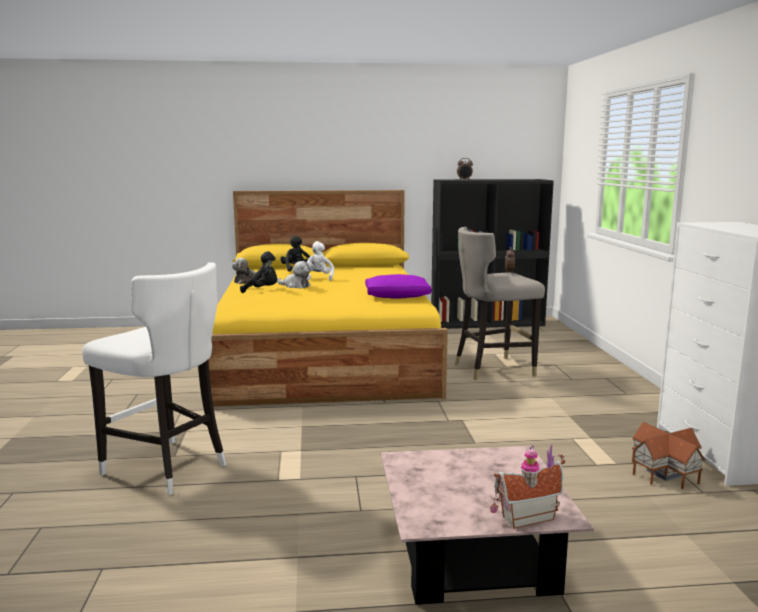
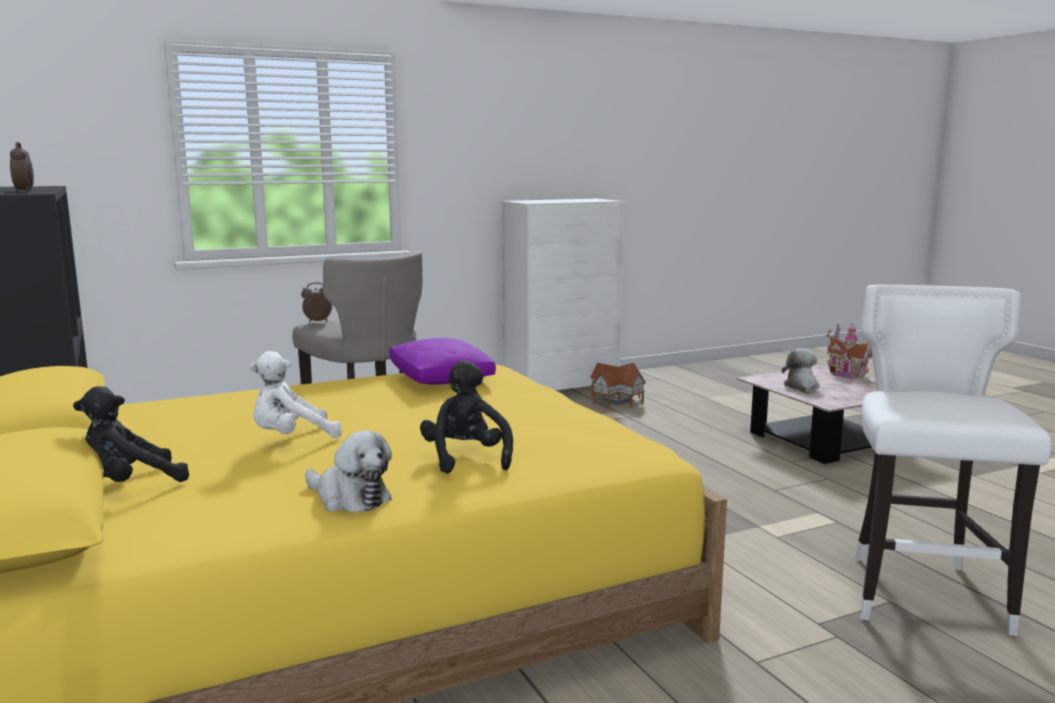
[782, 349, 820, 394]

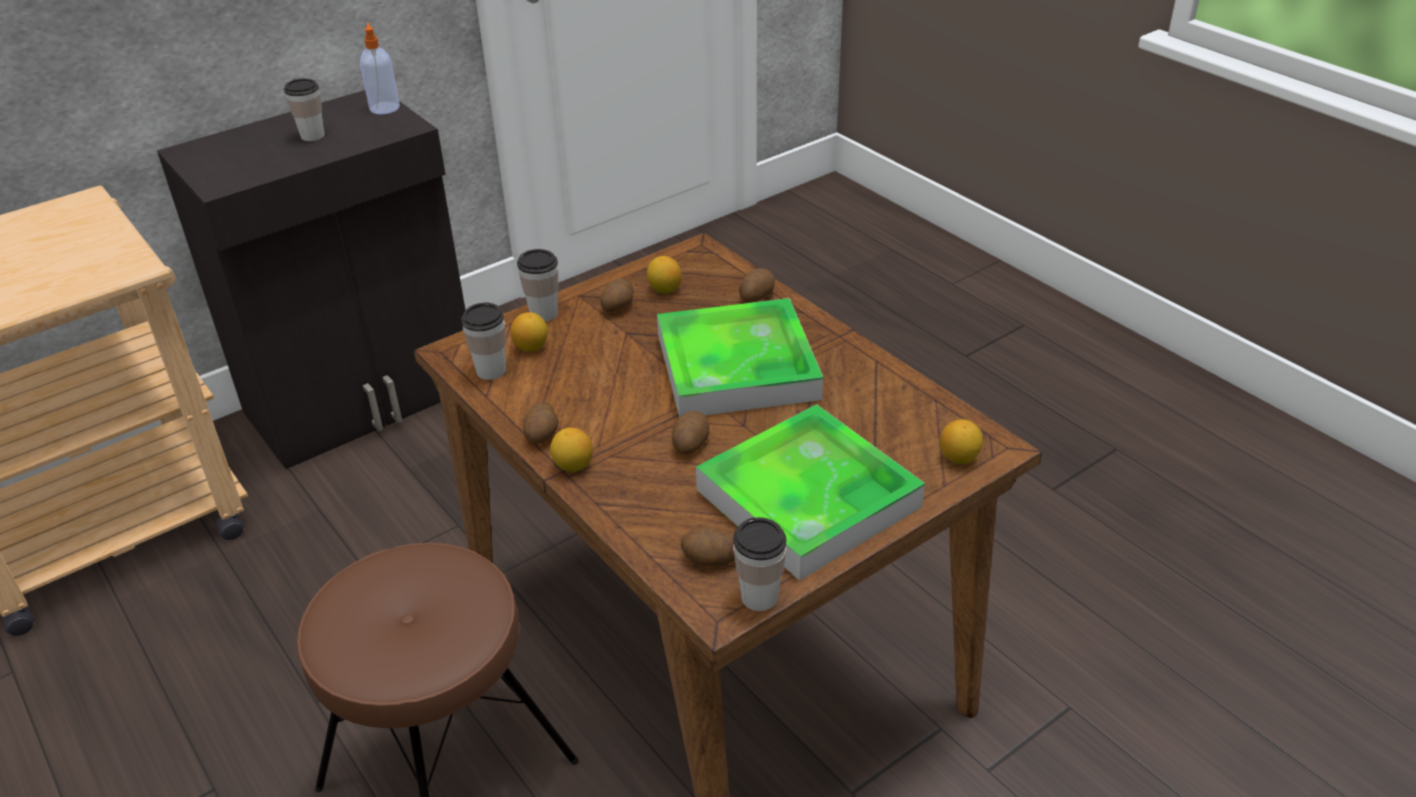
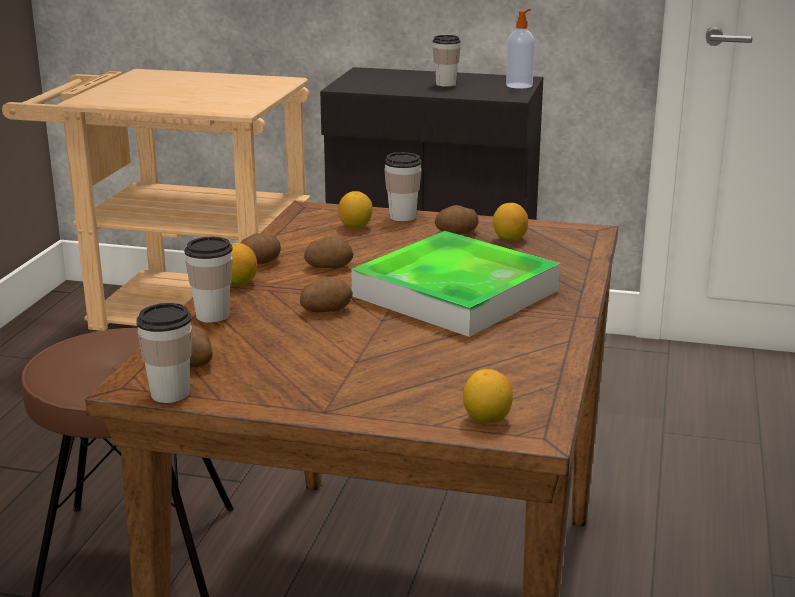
[696, 404, 925, 581] (first image)
[184, 237, 233, 323]
[304, 237, 353, 269]

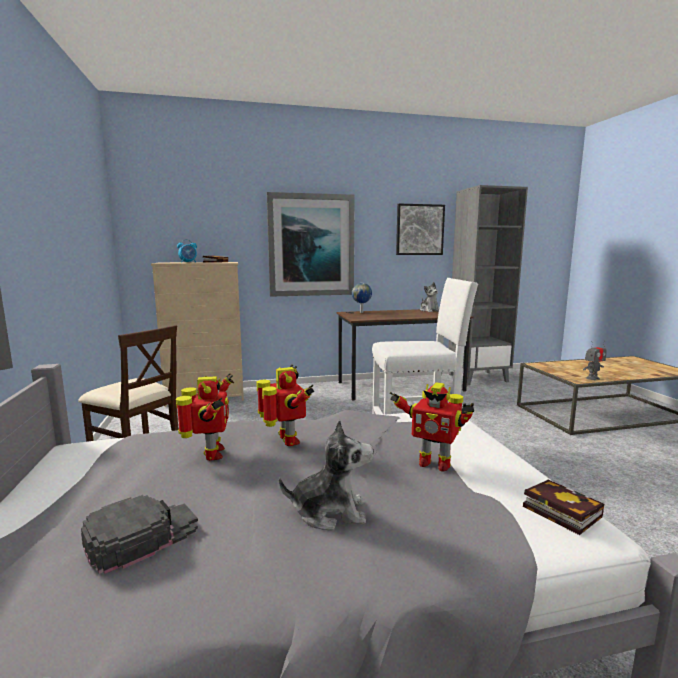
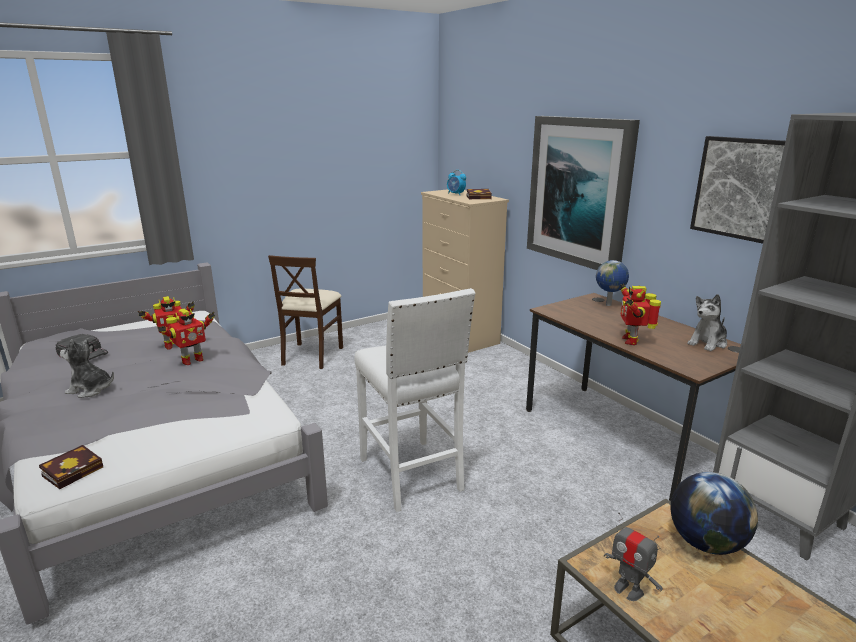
[670, 472, 758, 555]
[619, 284, 661, 345]
[60, 338, 114, 398]

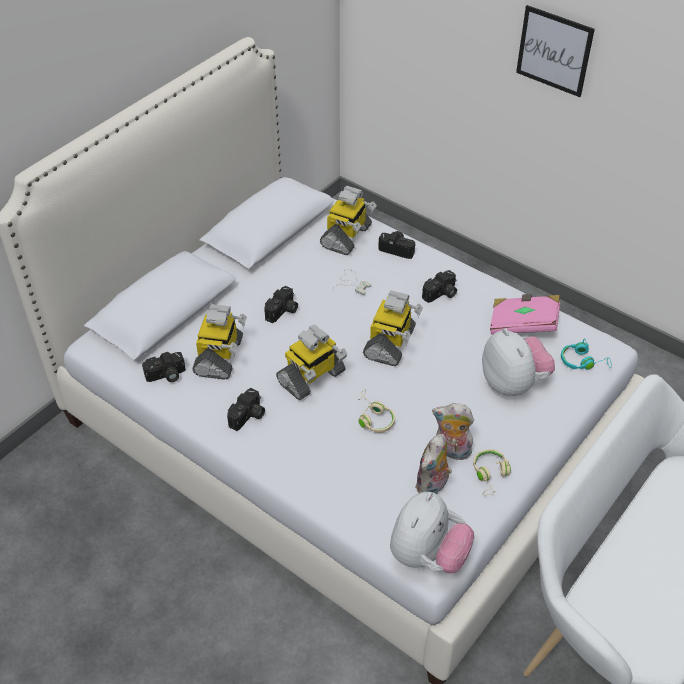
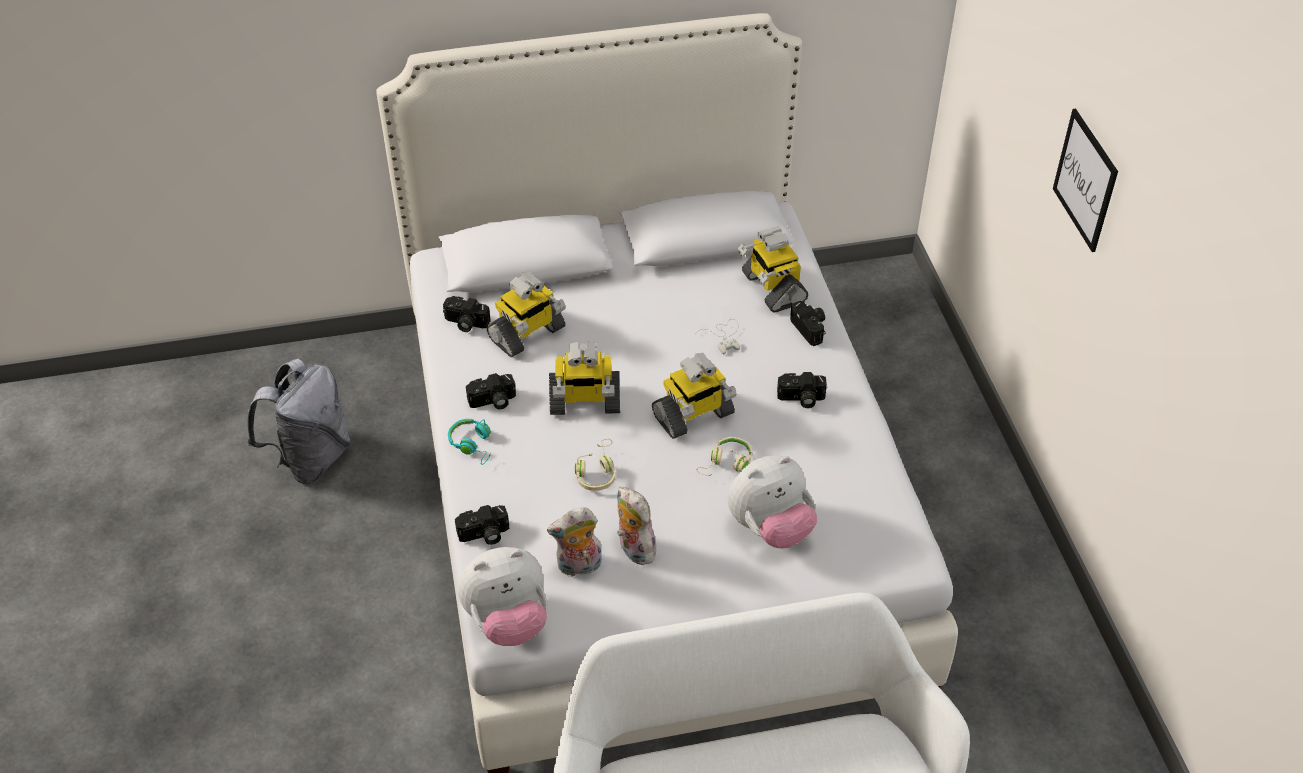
[490, 294, 560, 334] (first image)
[247, 359, 351, 484]
[455, 505, 509, 545]
[697, 437, 753, 476]
[448, 419, 491, 465]
[738, 226, 808, 313]
[728, 455, 817, 548]

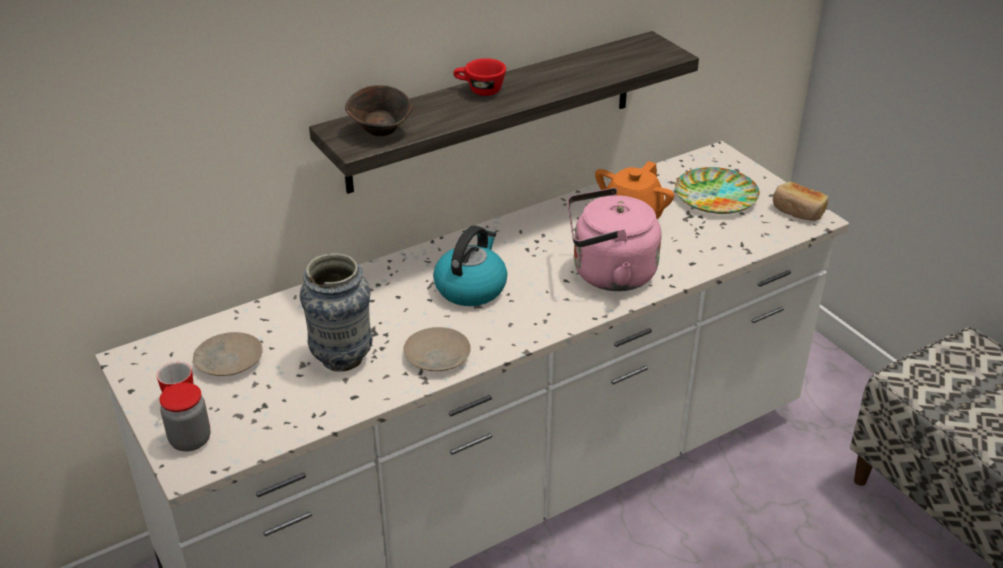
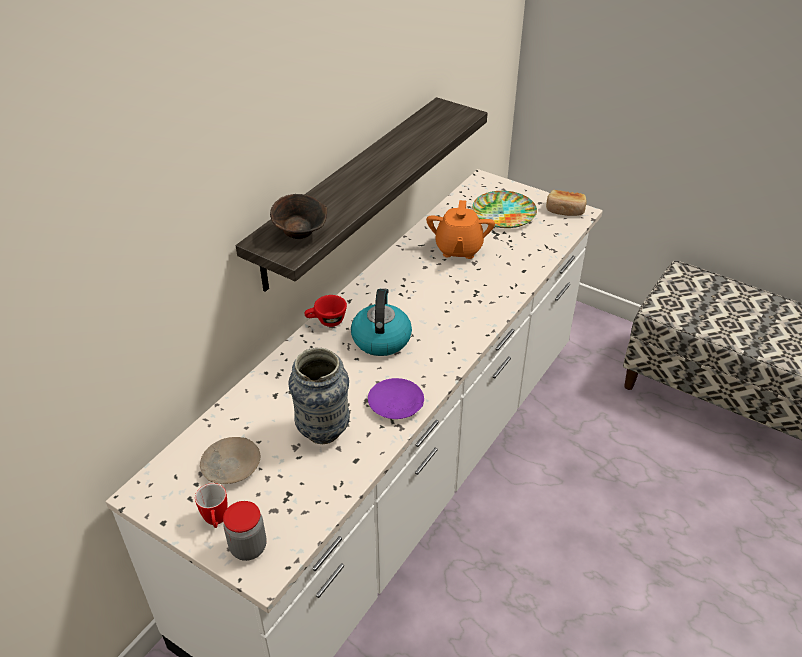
[568, 188, 661, 291] (first image)
[305, 295, 347, 327]
[368, 378, 424, 419]

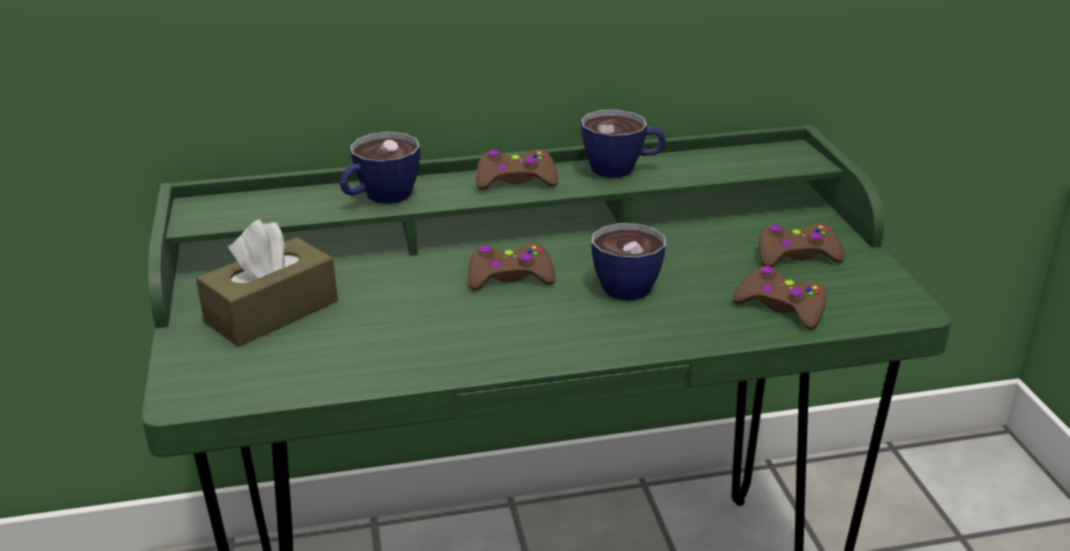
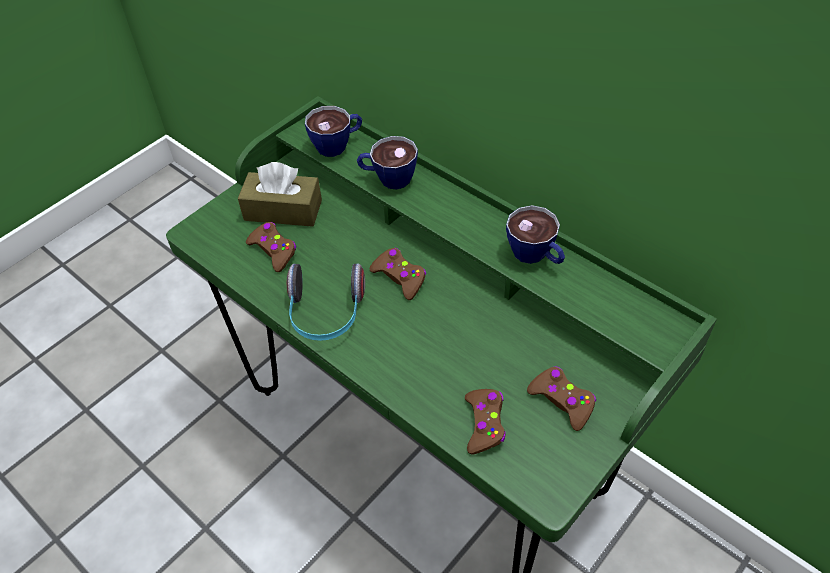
[287, 264, 365, 341]
[246, 222, 296, 272]
[305, 106, 362, 157]

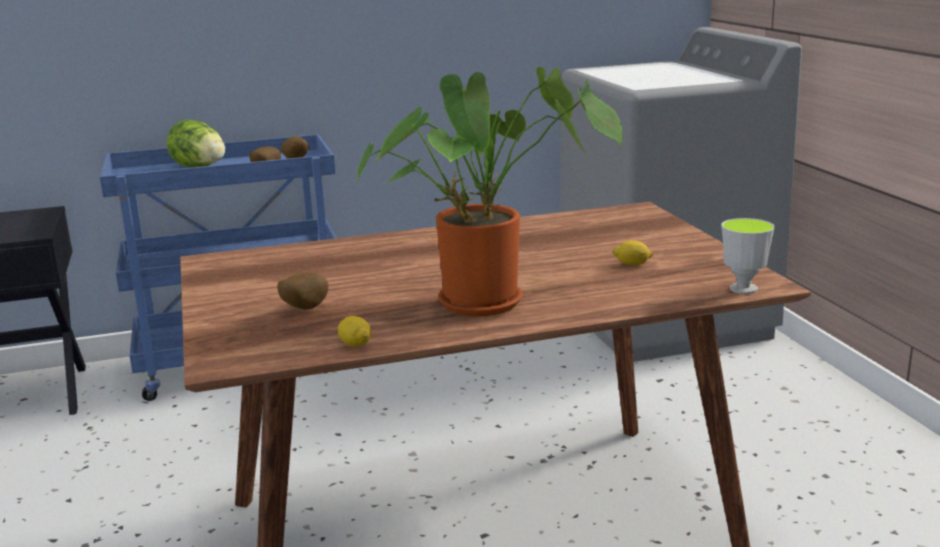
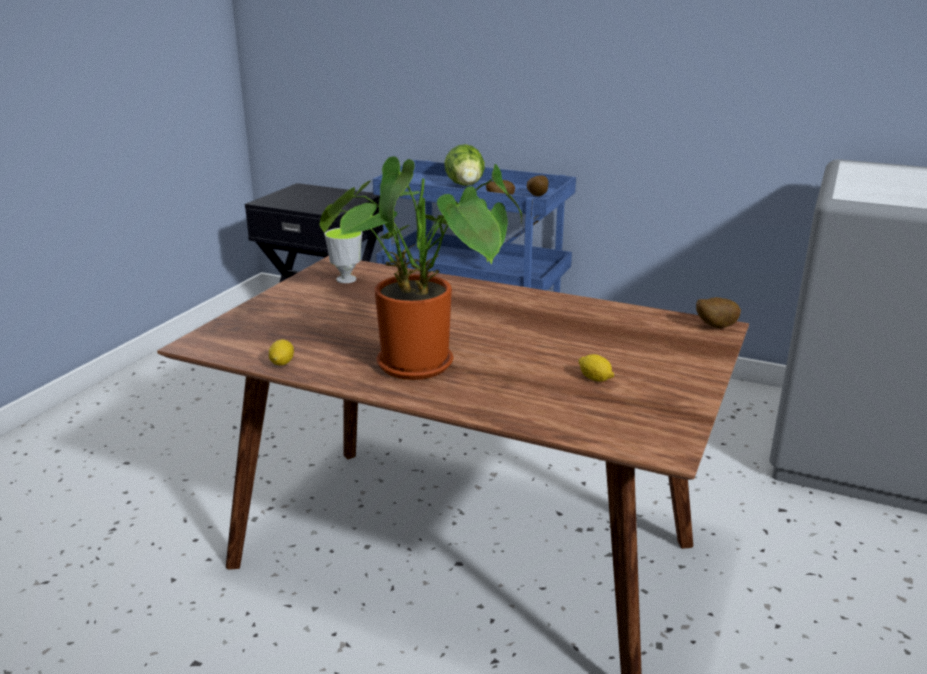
[696, 297, 741, 328]
[324, 228, 362, 283]

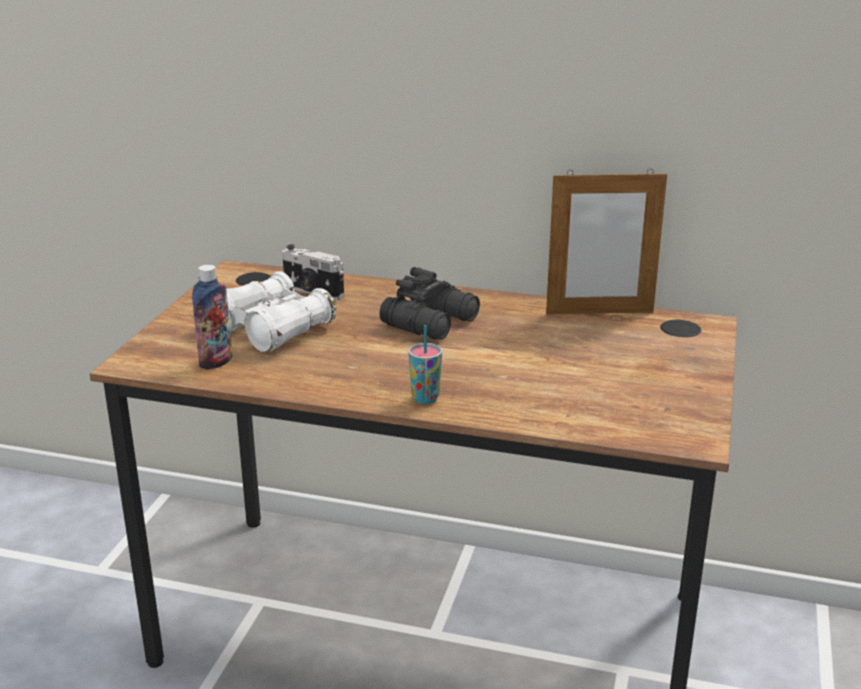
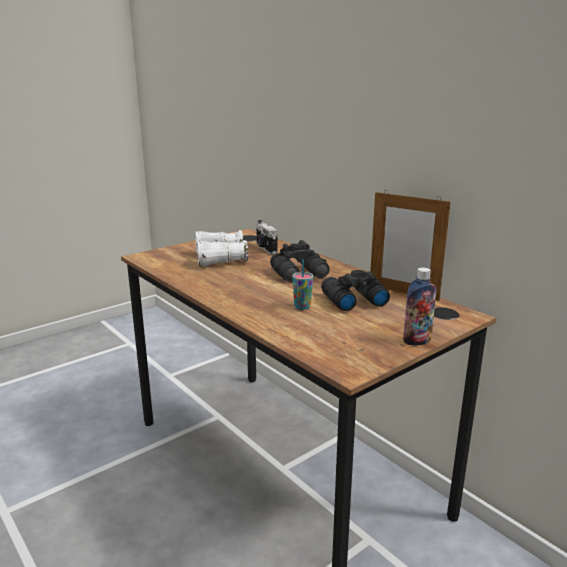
[321, 270, 390, 311]
[403, 268, 437, 345]
[292, 259, 313, 310]

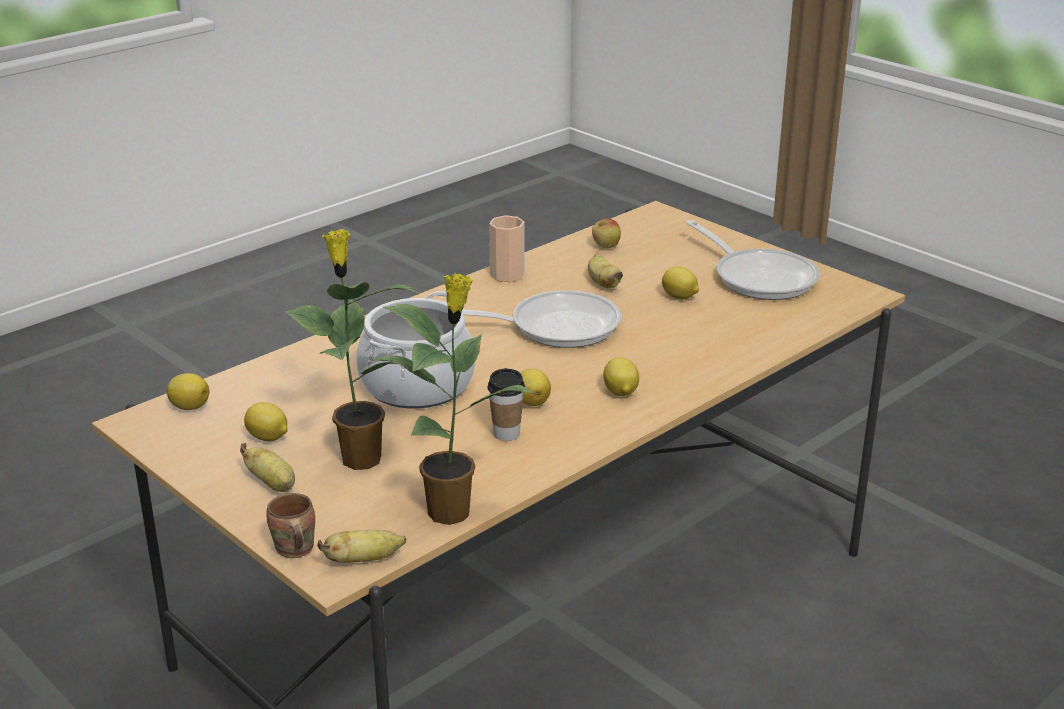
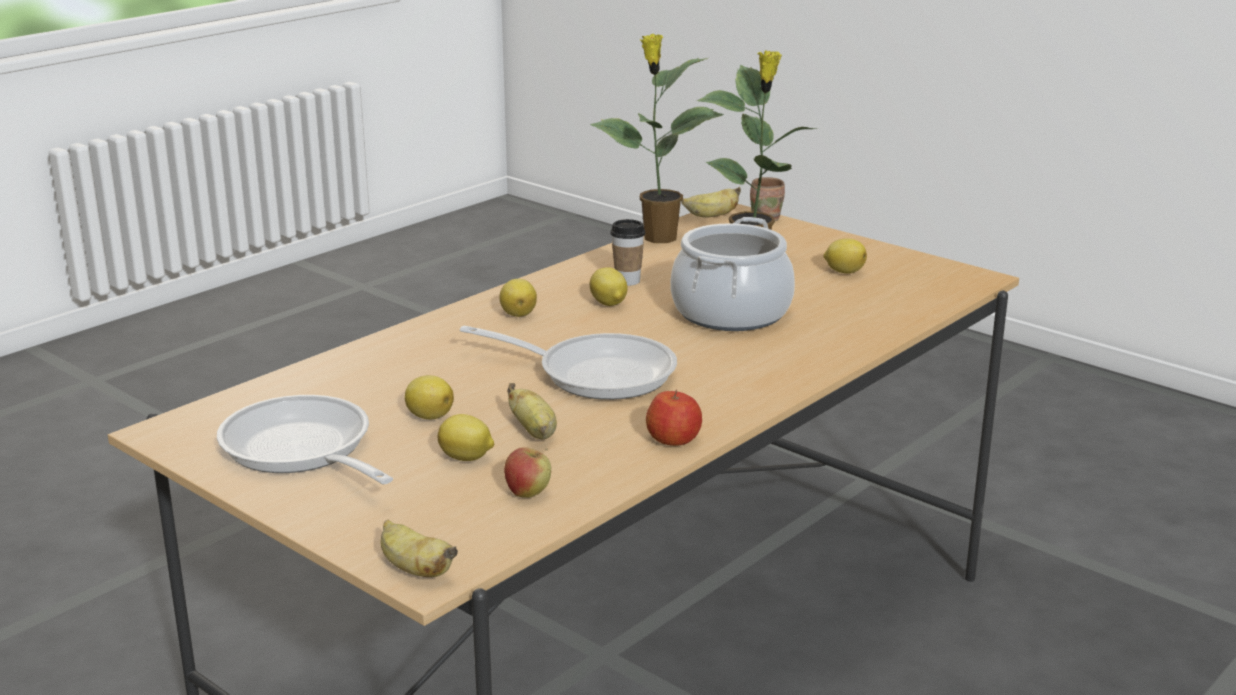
[438, 414, 494, 461]
[381, 520, 458, 577]
[646, 389, 702, 446]
[460, 326, 677, 400]

